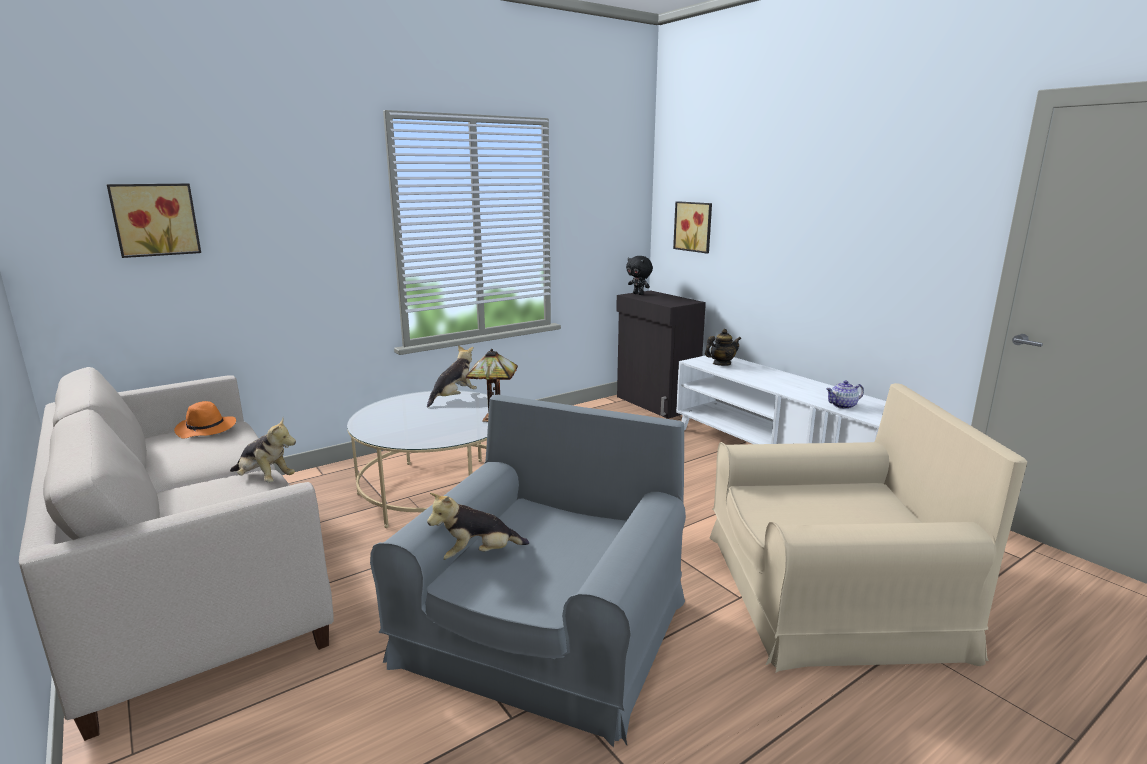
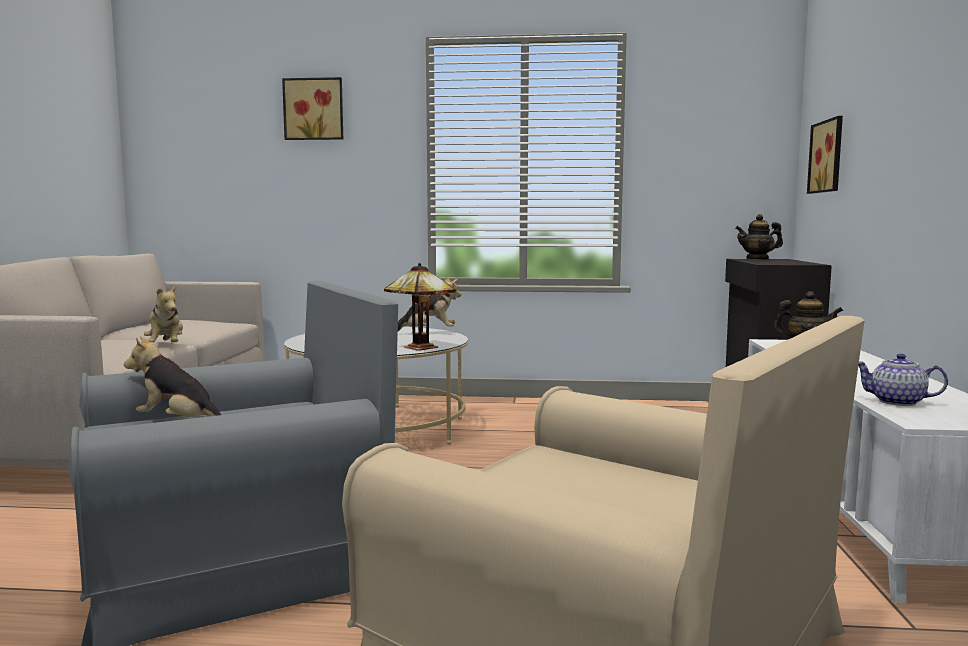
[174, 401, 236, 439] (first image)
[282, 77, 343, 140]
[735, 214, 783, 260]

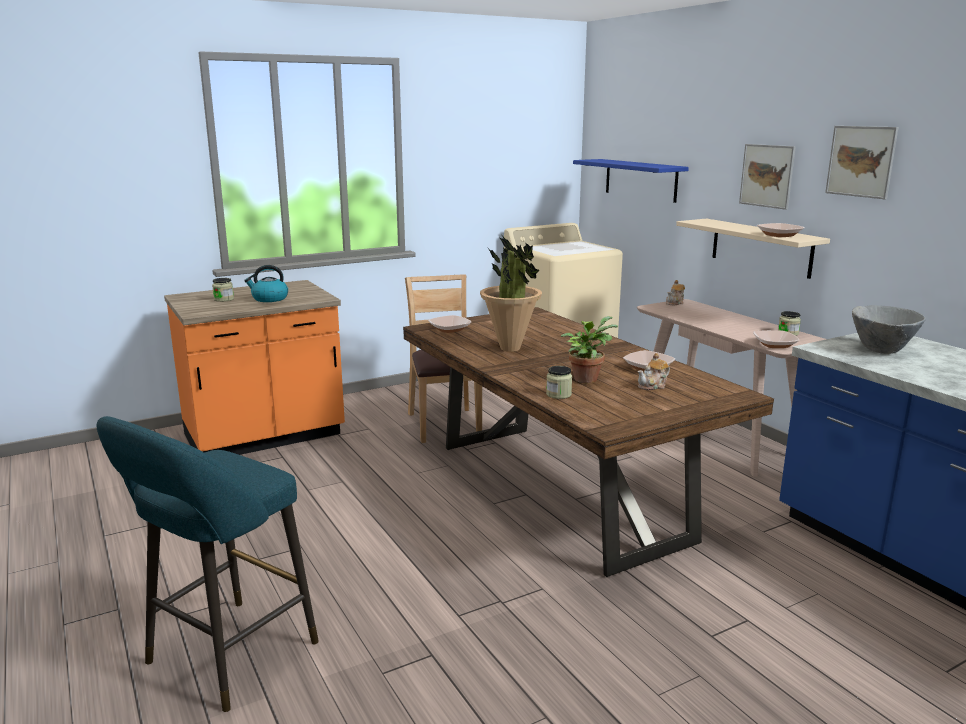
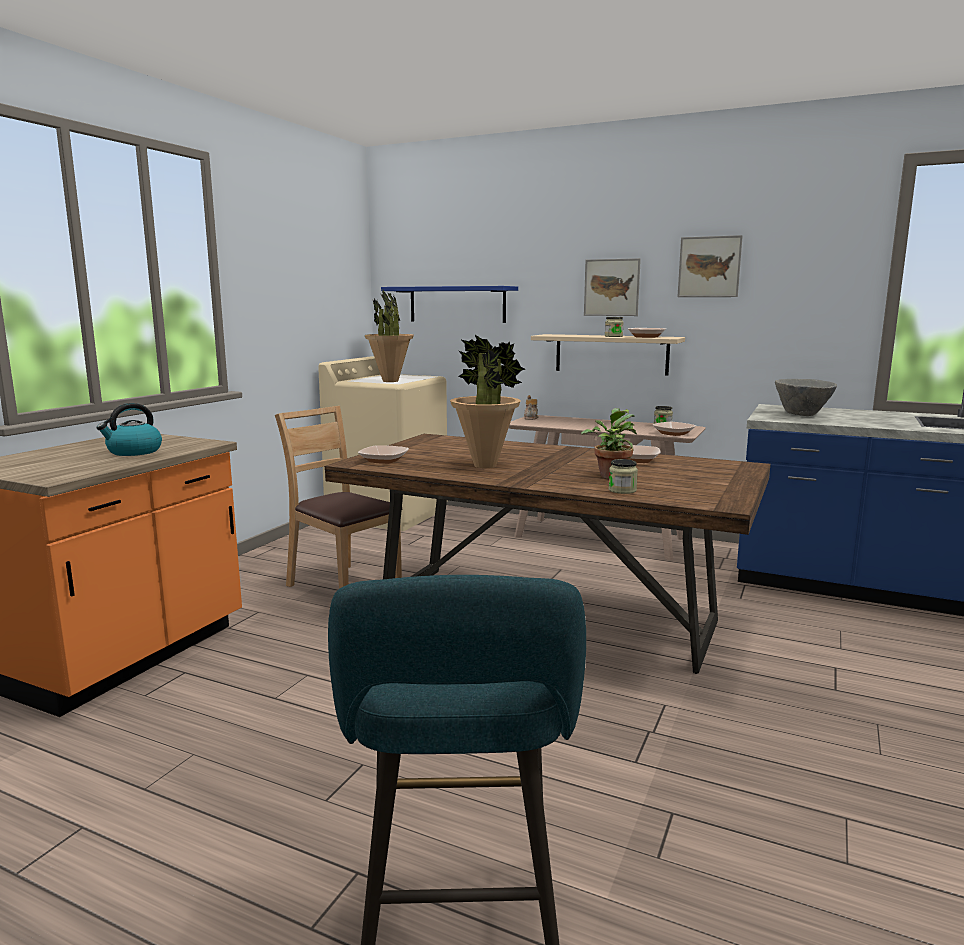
[638, 353, 670, 390] (first image)
[365, 290, 414, 382]
[605, 317, 624, 337]

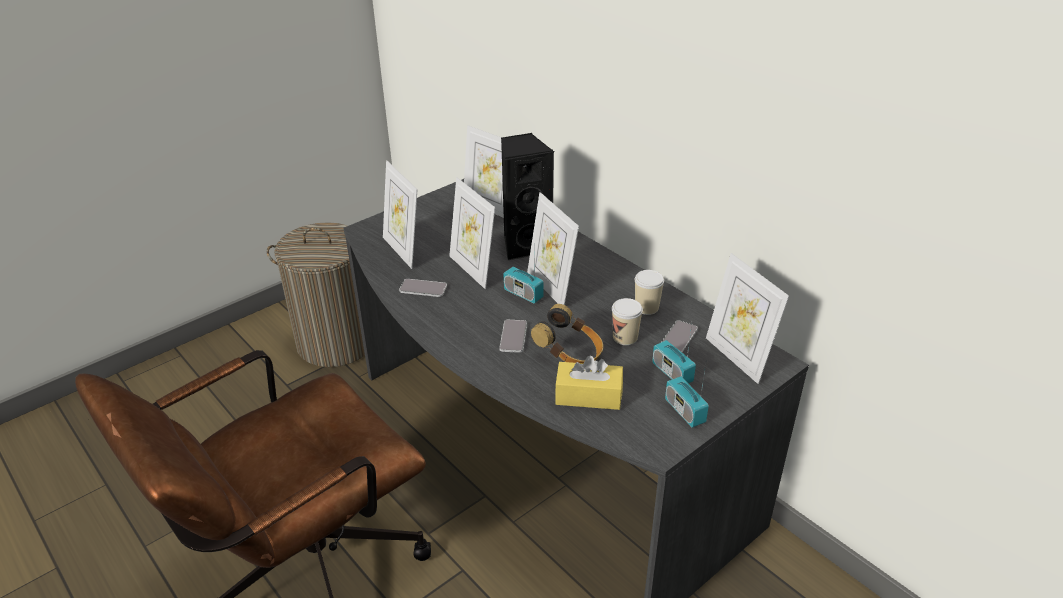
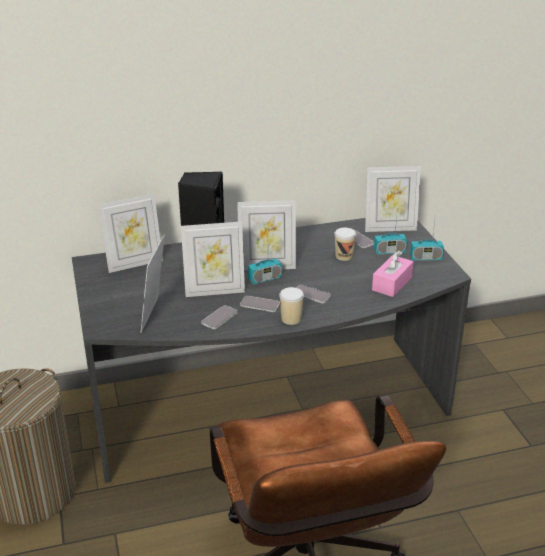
[531, 304, 603, 363] (first image)
[240, 296, 280, 312]
[279, 287, 304, 325]
[372, 251, 414, 297]
[141, 235, 165, 333]

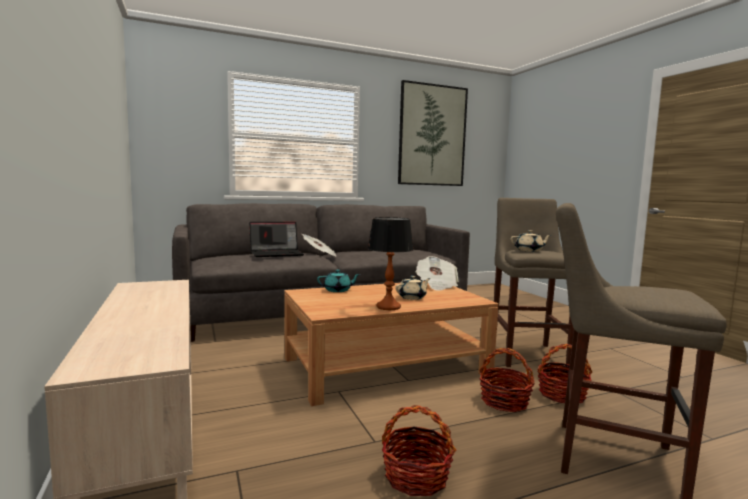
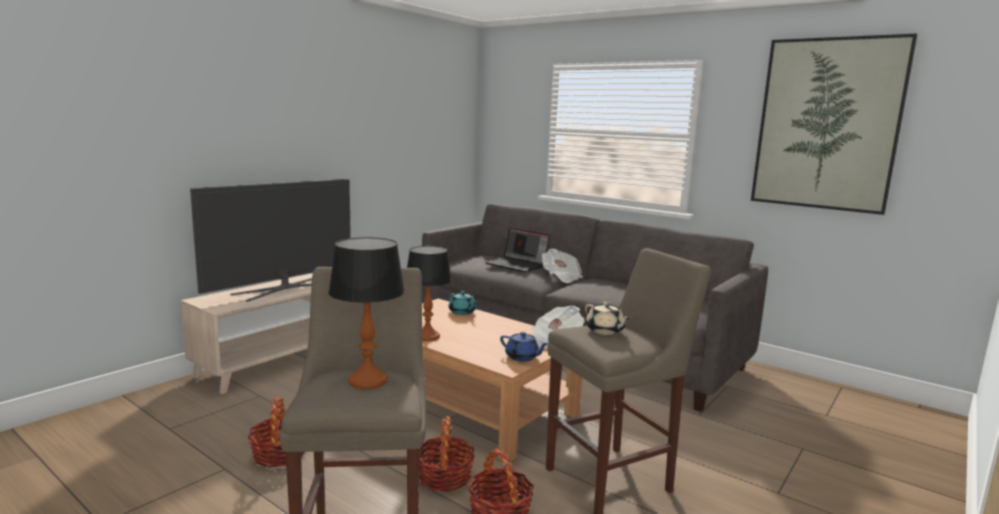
[395, 276, 431, 300] (first image)
[190, 179, 351, 302]
[328, 237, 405, 389]
[500, 332, 548, 362]

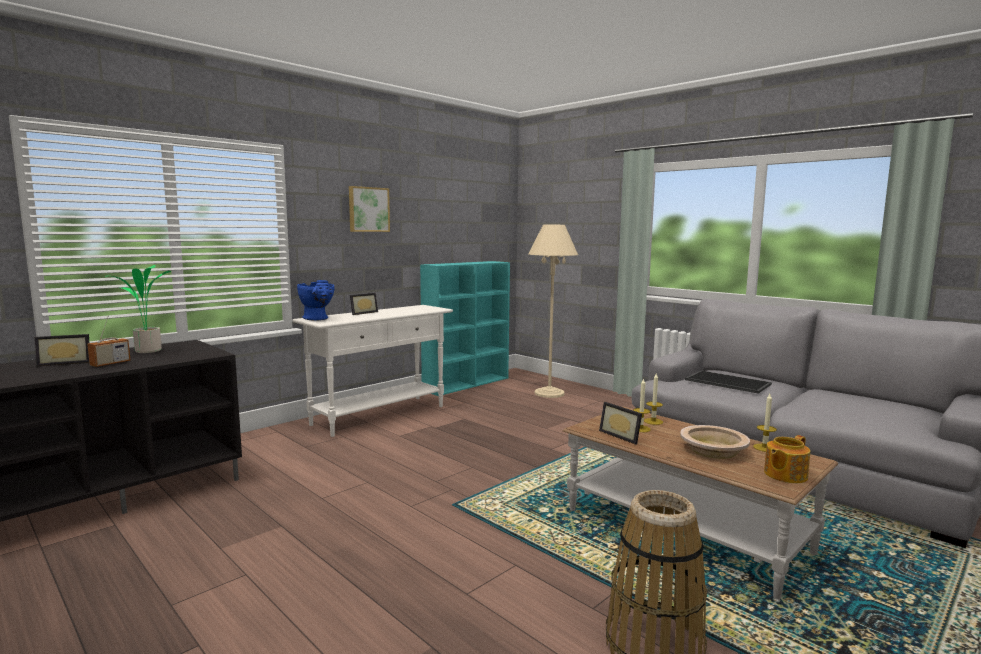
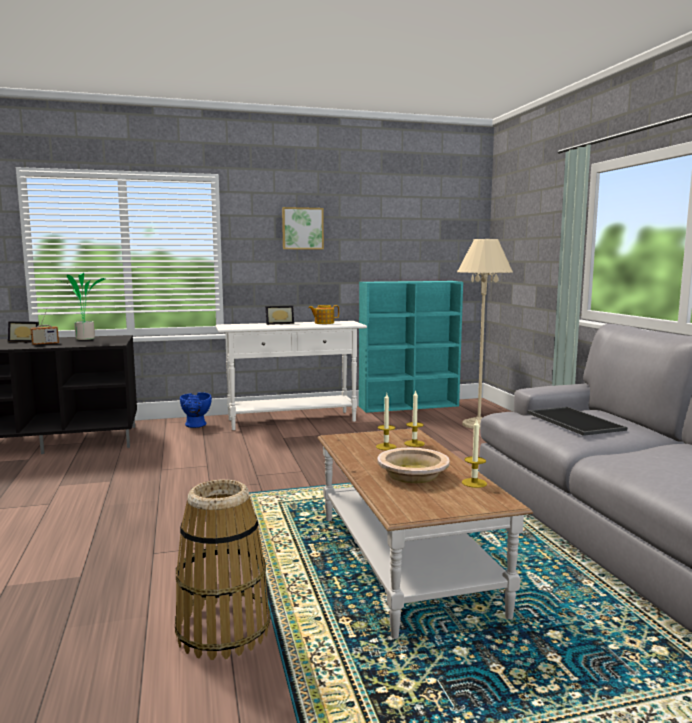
[599, 402, 642, 445] (first image)
[180, 392, 212, 428]
[308, 305, 339, 324]

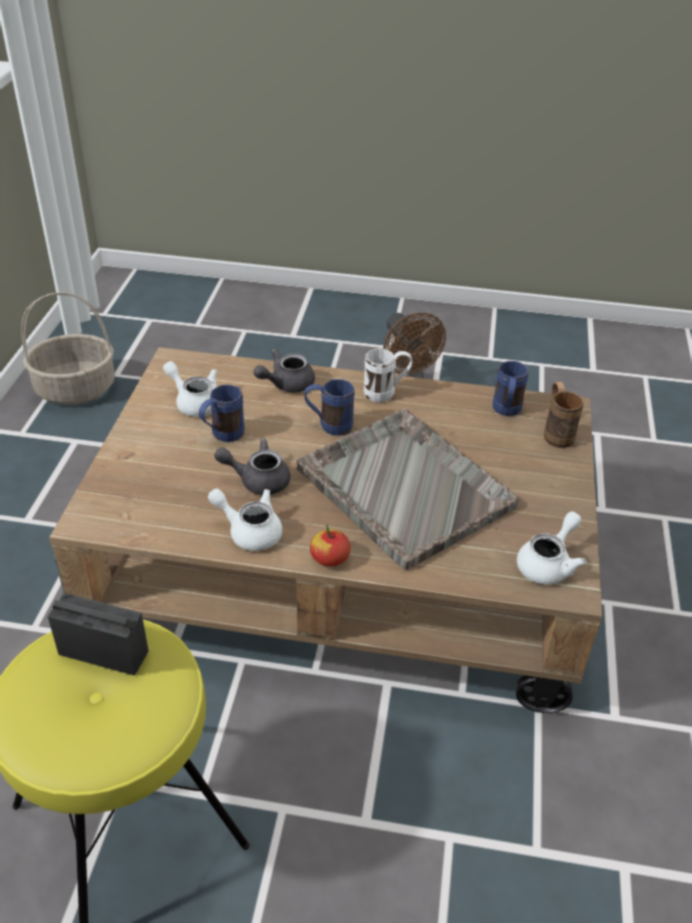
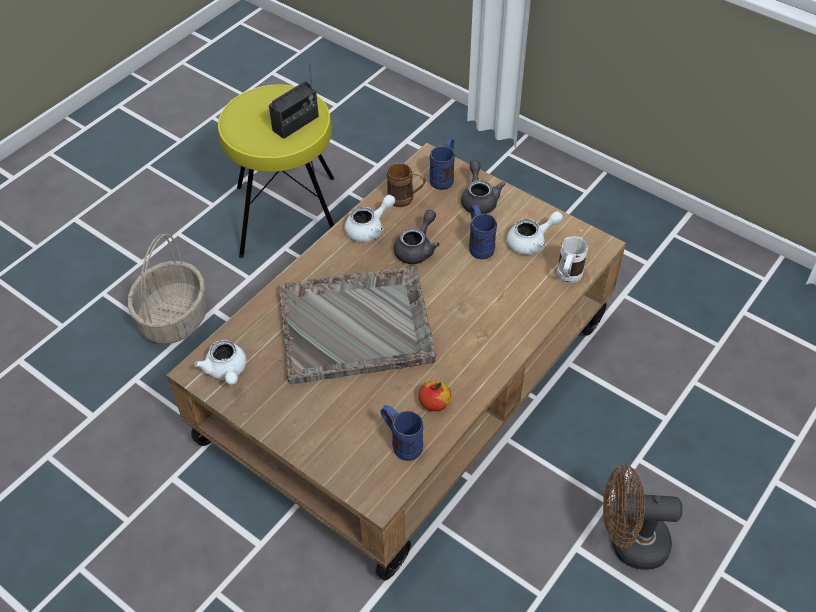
[128, 234, 207, 344]
[461, 160, 505, 214]
[429, 138, 455, 190]
[418, 380, 451, 411]
[557, 236, 588, 283]
[387, 163, 426, 207]

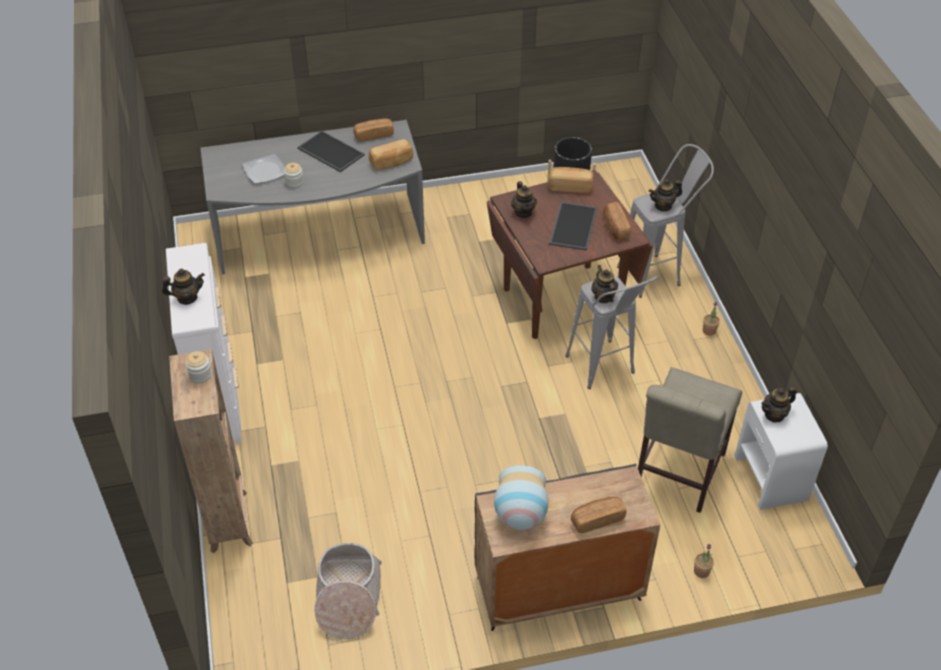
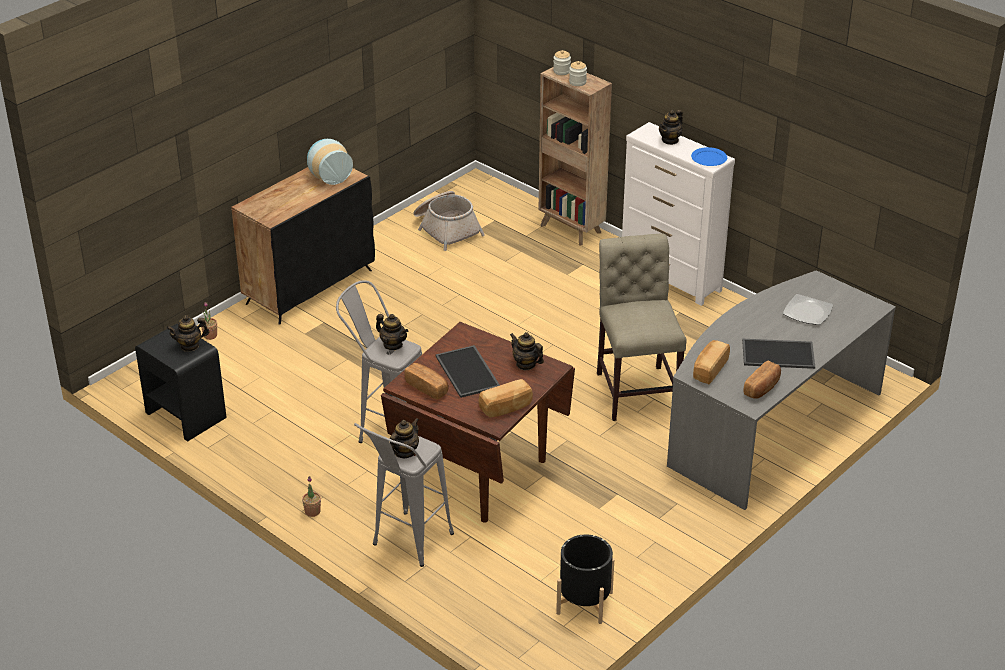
[571, 497, 626, 533] (first image)
[691, 147, 727, 166]
[553, 50, 571, 75]
[597, 233, 687, 421]
[135, 324, 227, 442]
[167, 315, 209, 352]

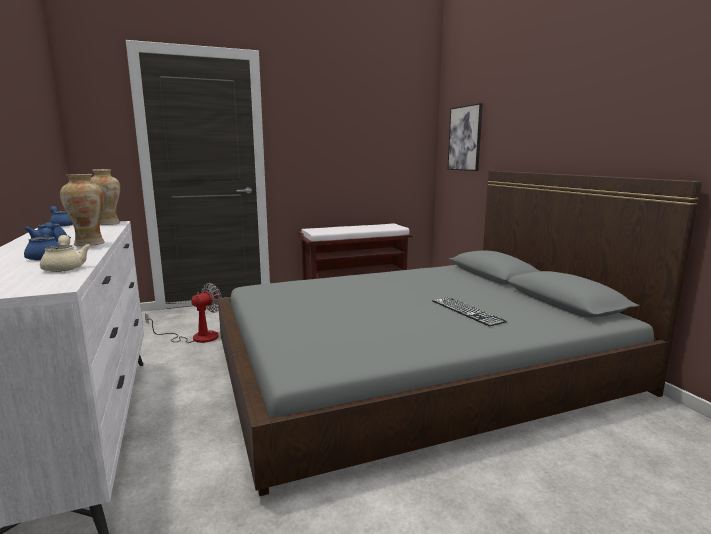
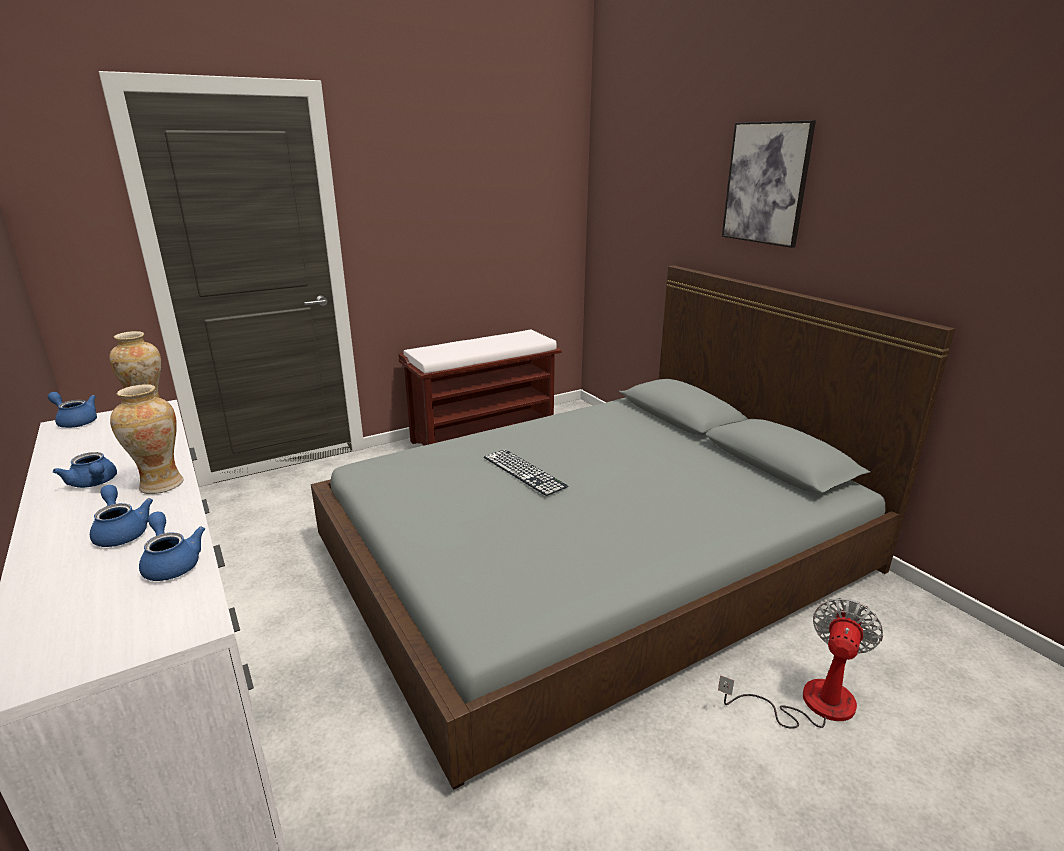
[718, 598, 883, 728]
[484, 449, 568, 496]
[722, 120, 816, 248]
[139, 512, 205, 581]

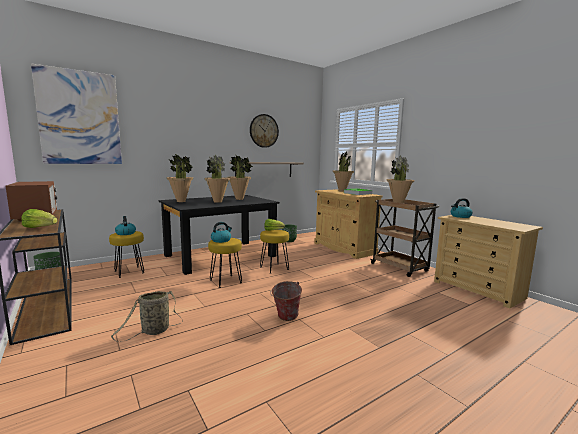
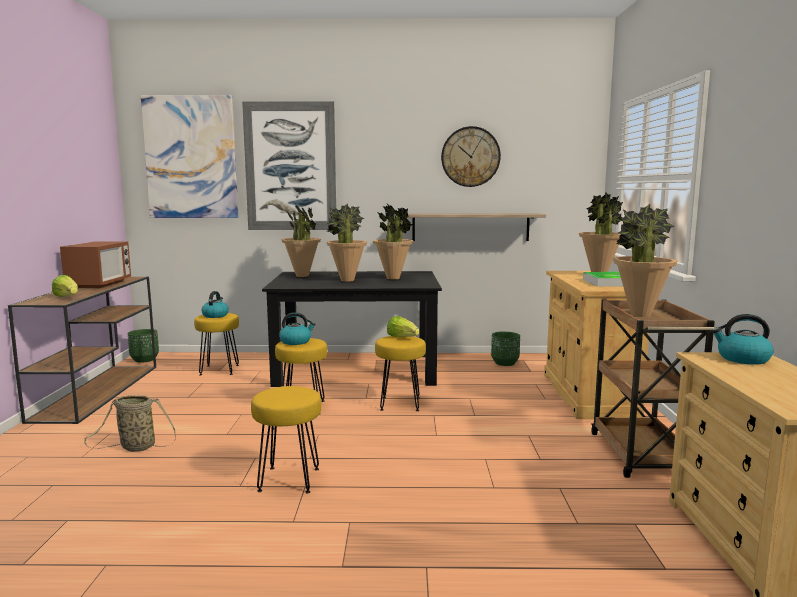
[242, 101, 336, 230]
[251, 386, 321, 493]

